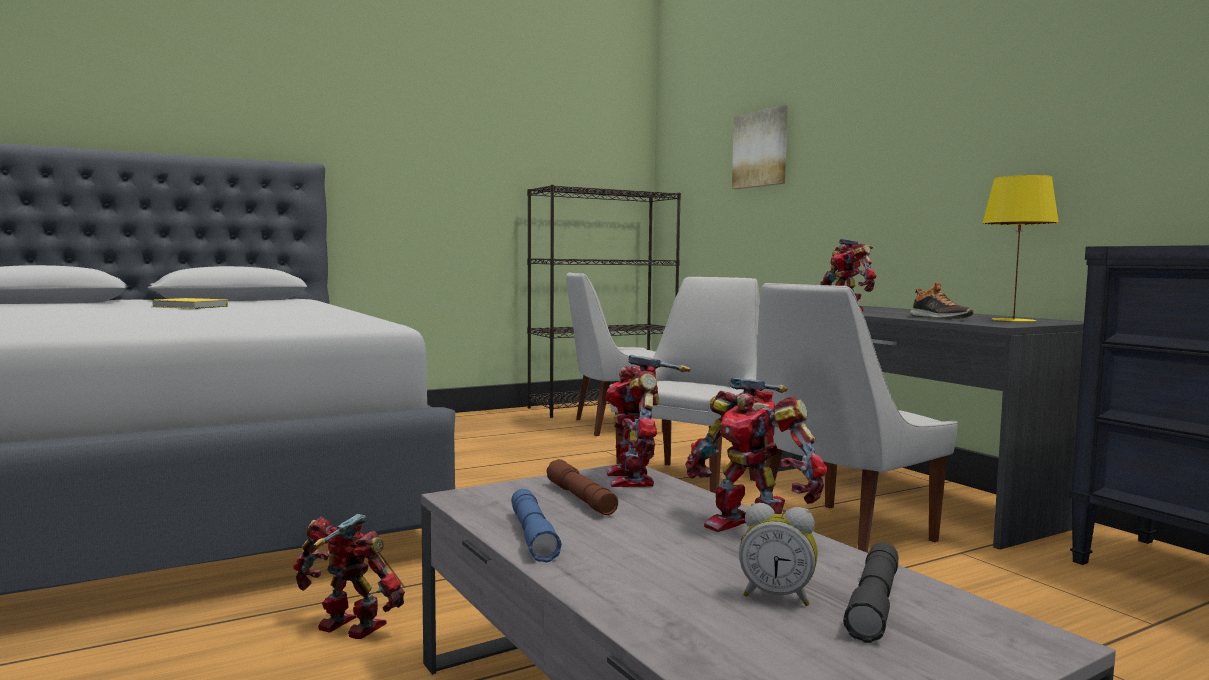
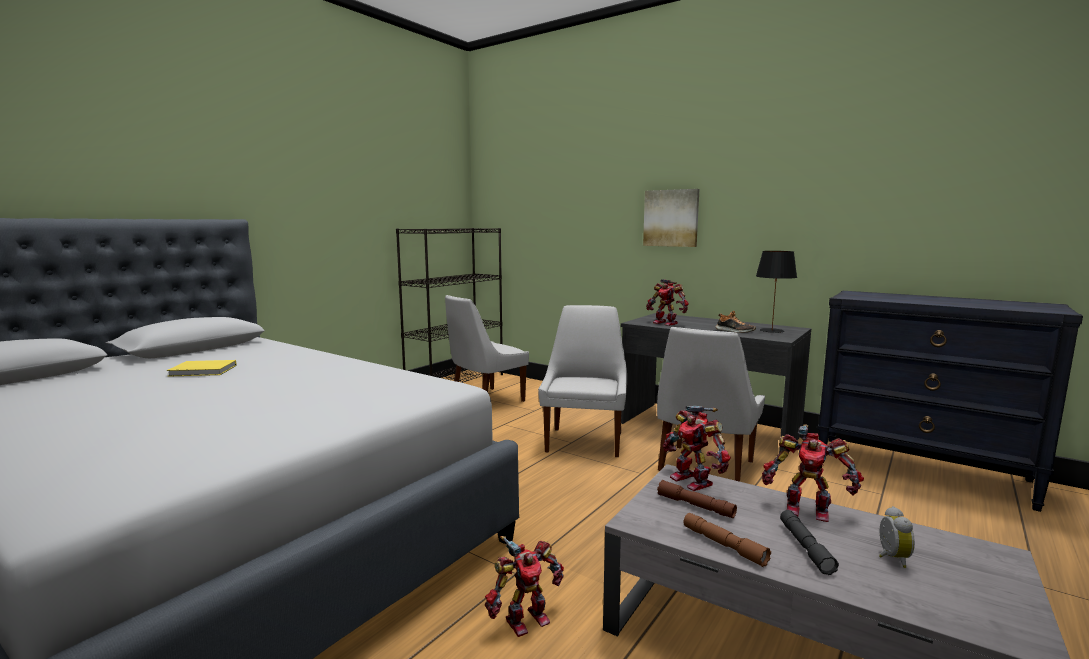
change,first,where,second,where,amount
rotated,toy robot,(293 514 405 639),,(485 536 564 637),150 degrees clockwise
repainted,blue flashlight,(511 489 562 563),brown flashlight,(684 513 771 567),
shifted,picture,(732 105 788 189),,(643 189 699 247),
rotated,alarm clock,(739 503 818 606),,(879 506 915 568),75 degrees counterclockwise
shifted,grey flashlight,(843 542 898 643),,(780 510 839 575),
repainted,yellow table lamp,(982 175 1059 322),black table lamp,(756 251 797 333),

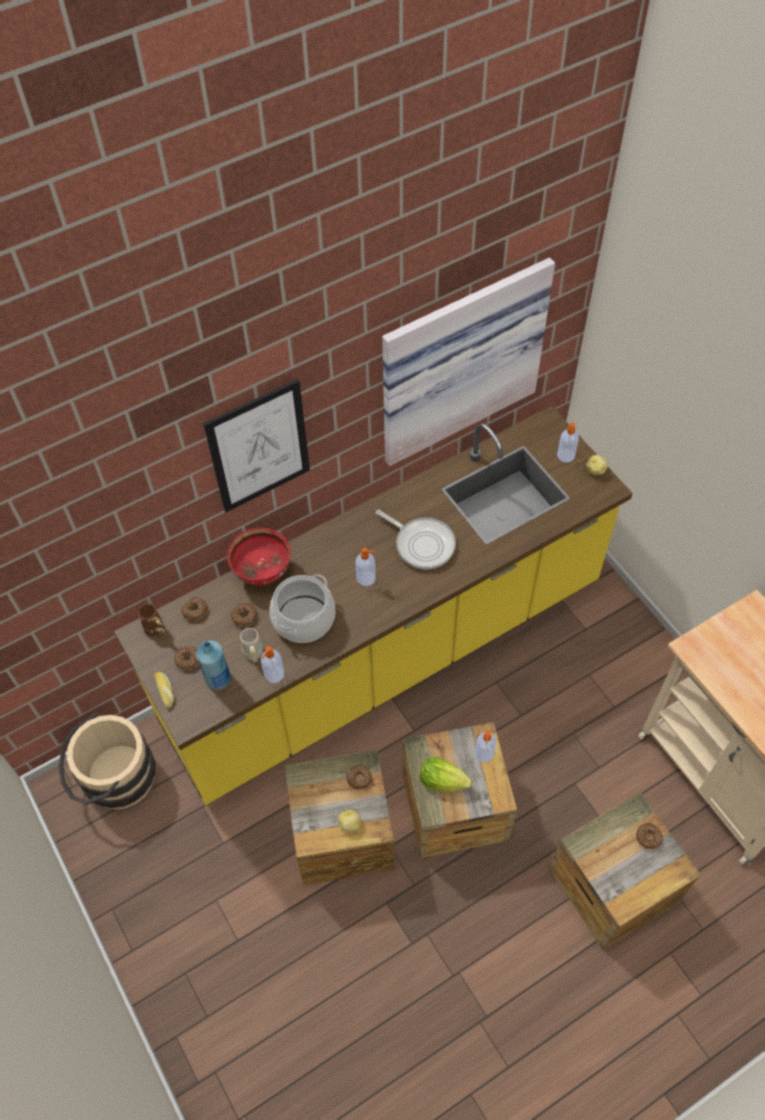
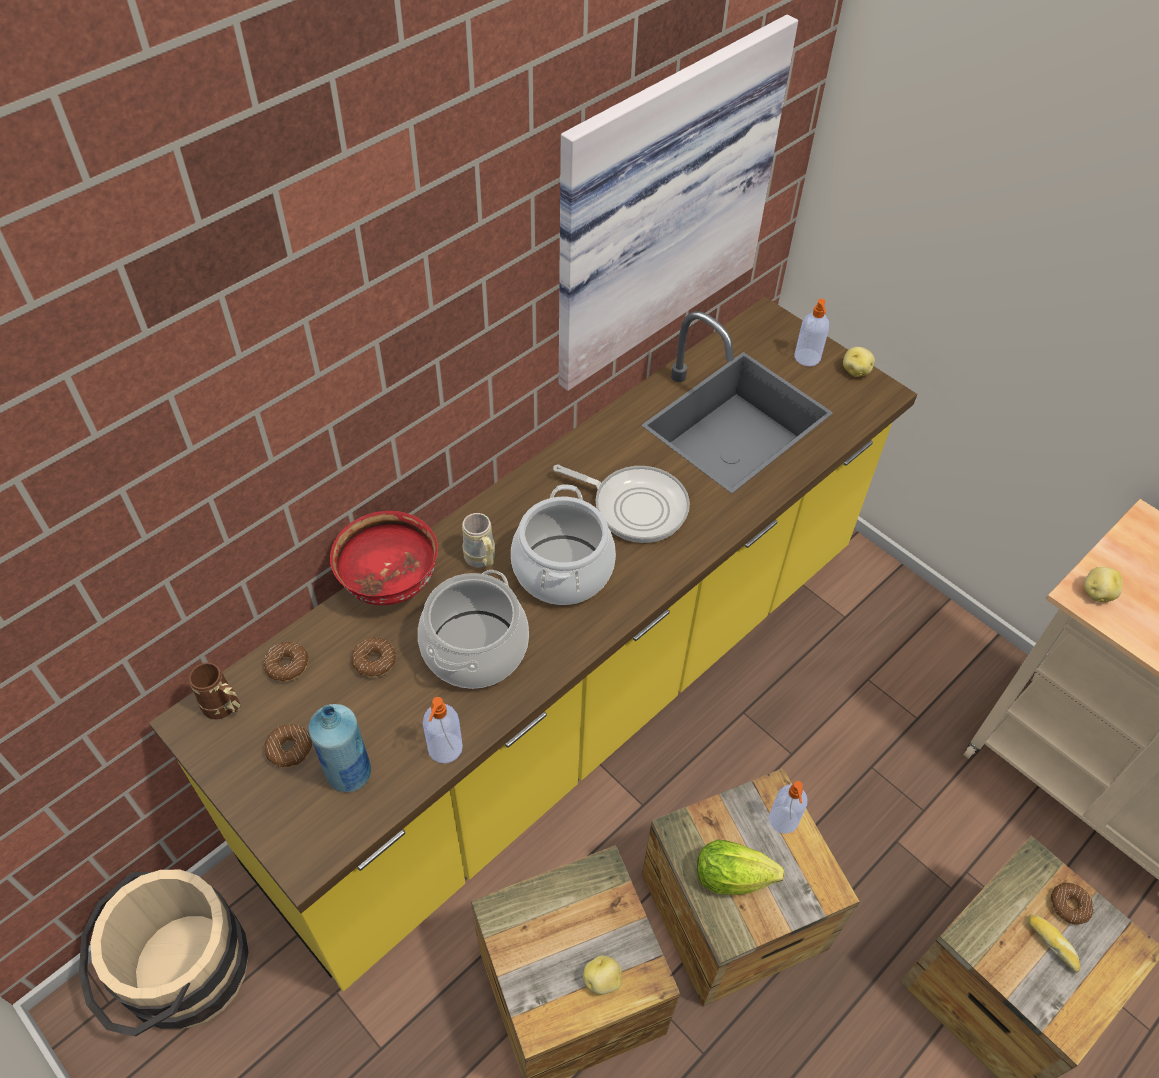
change,first,where,second,where,amount
shifted,bread,(155 672 174 708),,(1028 914 1081 973),
gone,picture,(203 379 310 512),,,
shifted,beige mug,(240 628 263 662),,(462 513 495 567),
gone,donut,(346 765 372 790),,,
swapped,soap dispenser,(356 548 376 586),cooking pot,(511 485 616 605),
new,,,potato,(1084 567 1123 602),

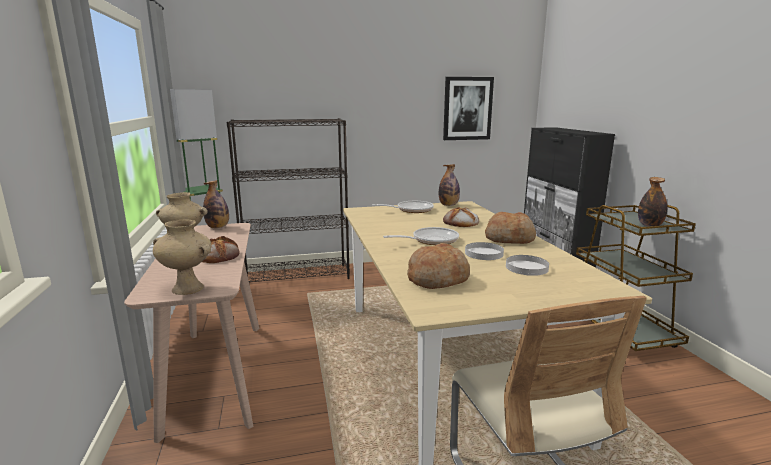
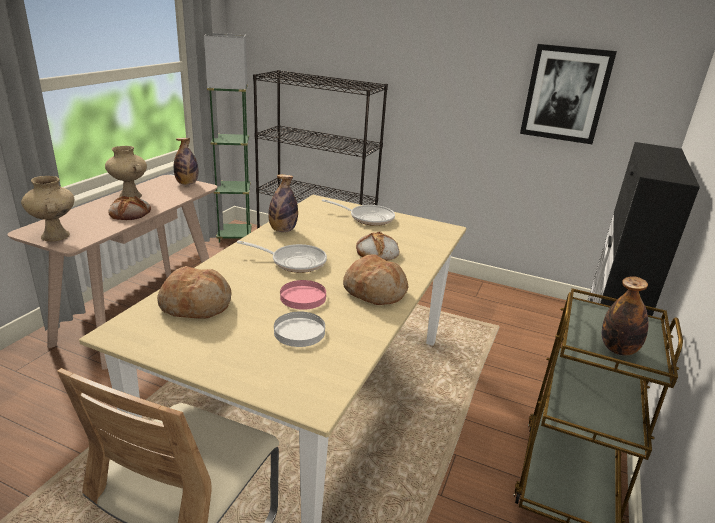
change,first,where,second,where,amount
shifted,bottle,(439 164 460 206),,(268 174 298 232),
repainted,white plate,(465 242 504 260),pink plate,(280 280 326 310),

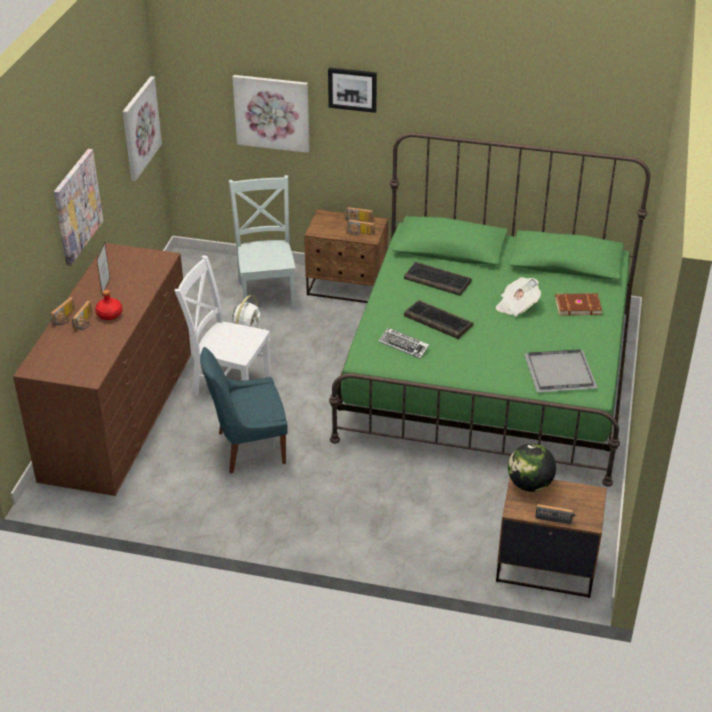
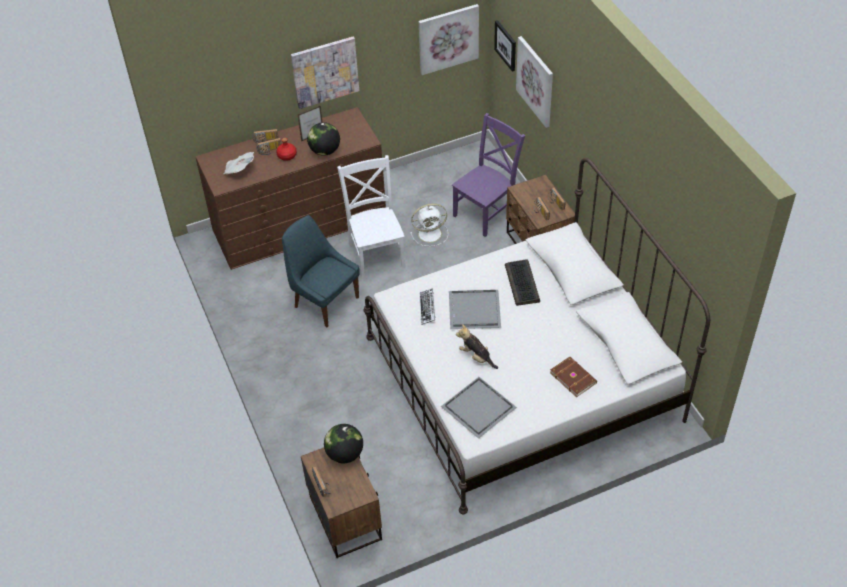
change,first,where,second,where,amount
repainted,grey chair,(228 175 296 310),purple chair,(452 113 525 237),
shifted,picture,(328 68 377 113),,(494 20 516 72),
repainted,green bed,(329 133 650 487),white bed,(363 158 710 514),
swapped,keyboard,(404 300 473 339),grey tray,(449 290 501 329),
shifted,newspaper,(496 277 541 317),,(224 152 254 174),
new,,,globe,(307 122 340 156),
new,,,plush toy,(456 324 498 369),

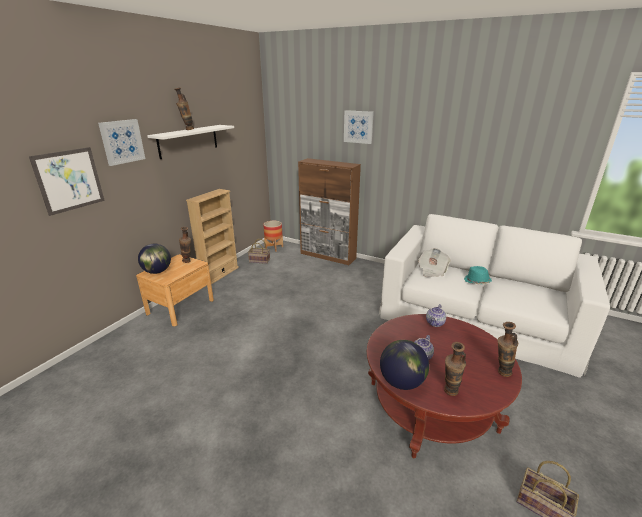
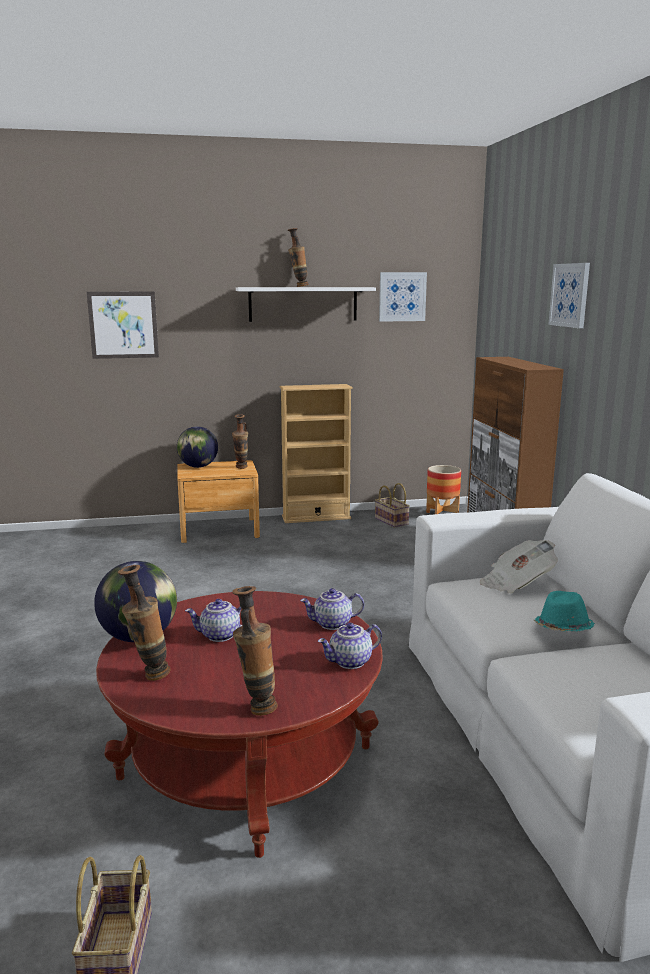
change,first,where,second,where,amount
shifted,picture,(98 119 145 166),,(379 272 427 322),
new,,,teapot,(318 623 382 669),

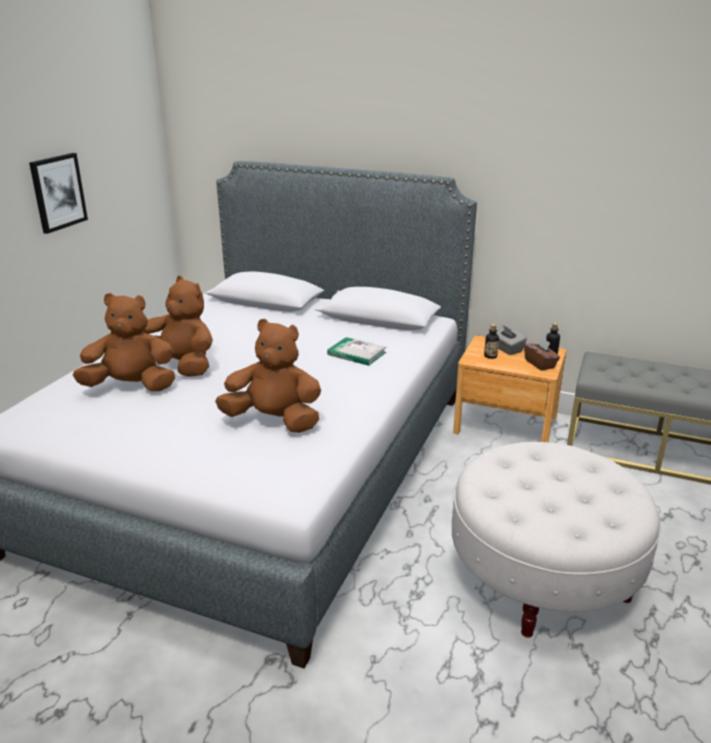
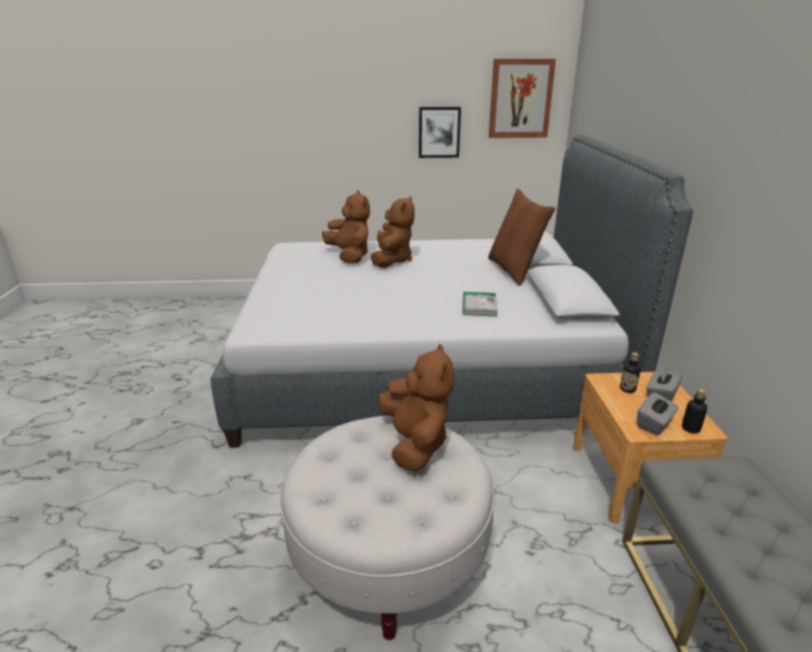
change,first,where,second,where,amount
shifted,brown plush toy,(215 319 321 433),,(378 344 454 472),
repainted,brown tissue box,(524 337 560 370),grey tissue box,(637 392 679 435),
new,,,brown pillow,(488 189 555 286),
new,,,picture,(489 59 556 138),

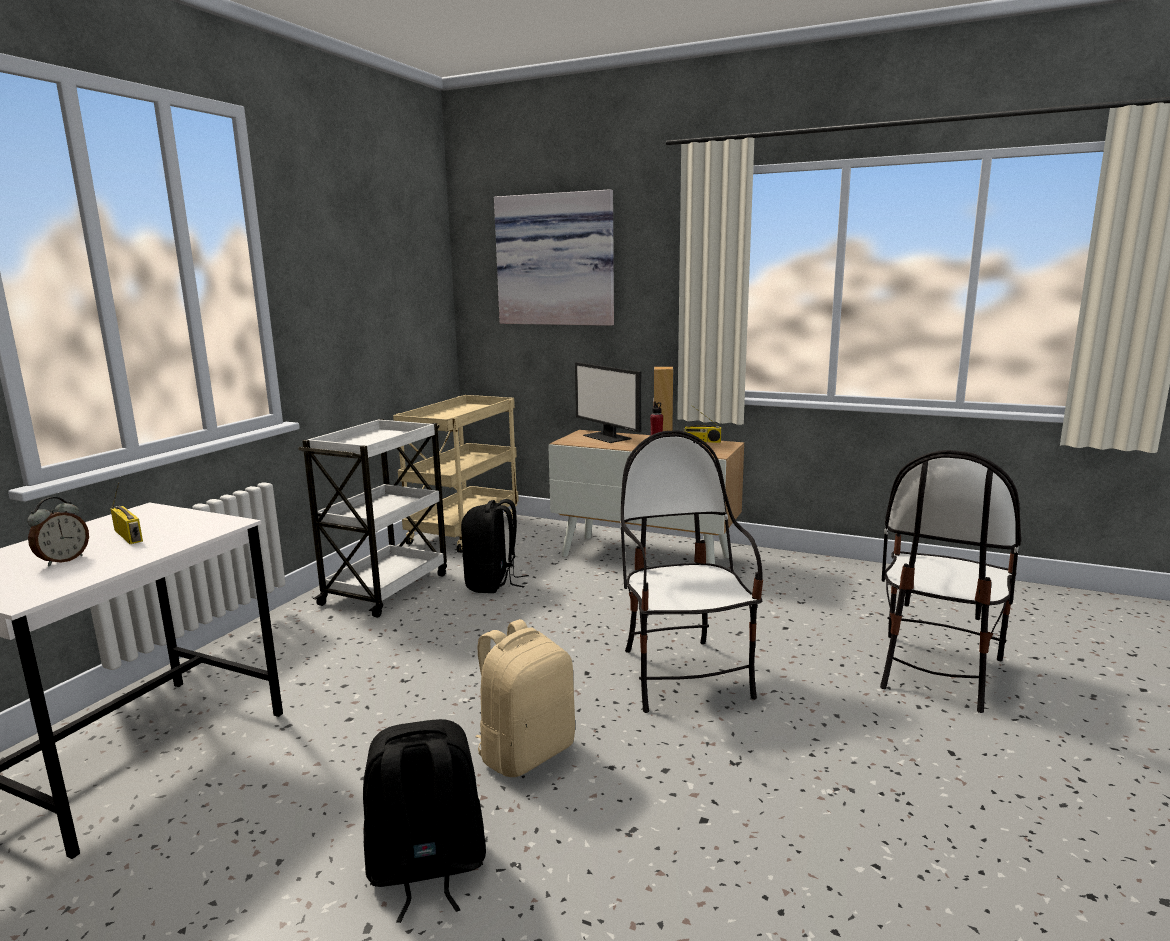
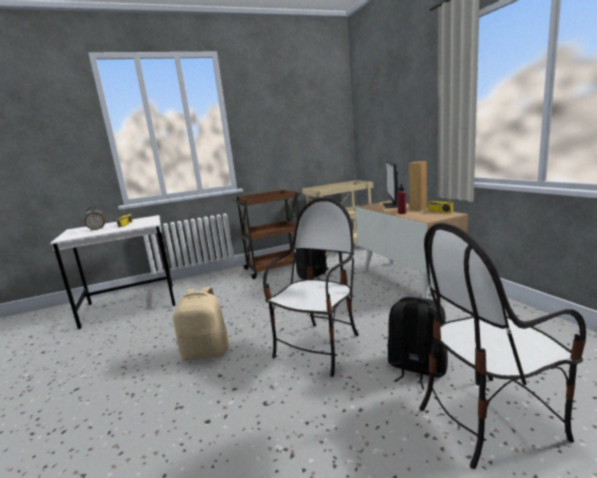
change,first,where,second,where,amount
repainted,white cart,(298 419 447 618),brown cart,(232 189 301 279),
shifted,black backpack,(363 719 486 923),,(388 297 448 390),
gone,picture,(494 189 614 326),,,

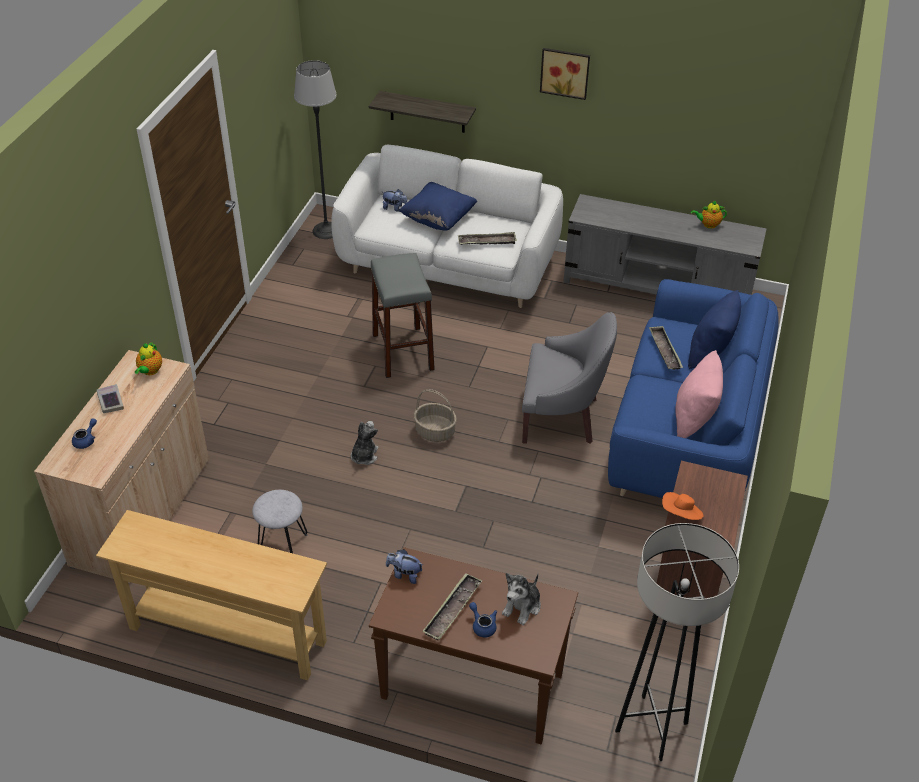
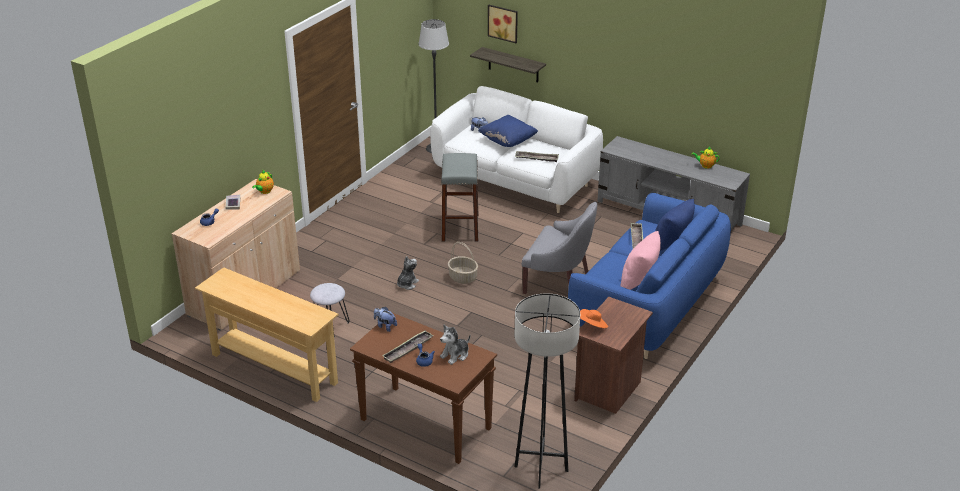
change,first,where,second,where,amount
shifted,picture,(540 48 590 100),,(488 5 518 43),

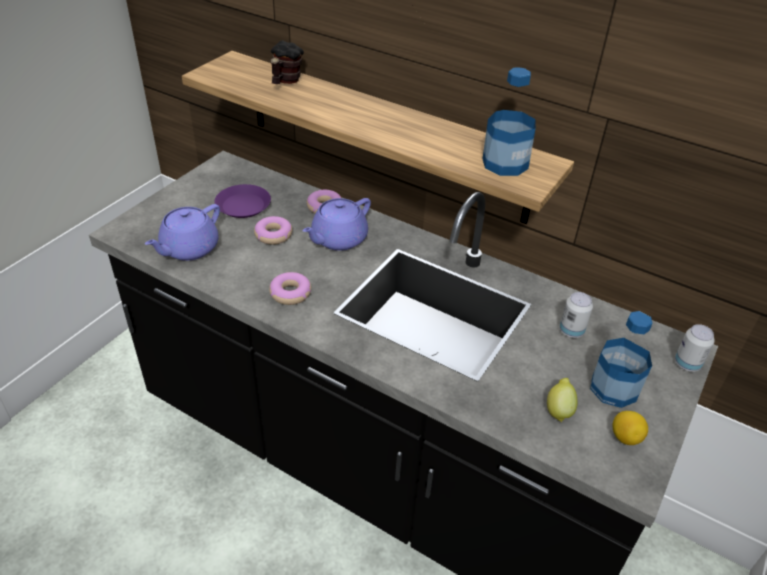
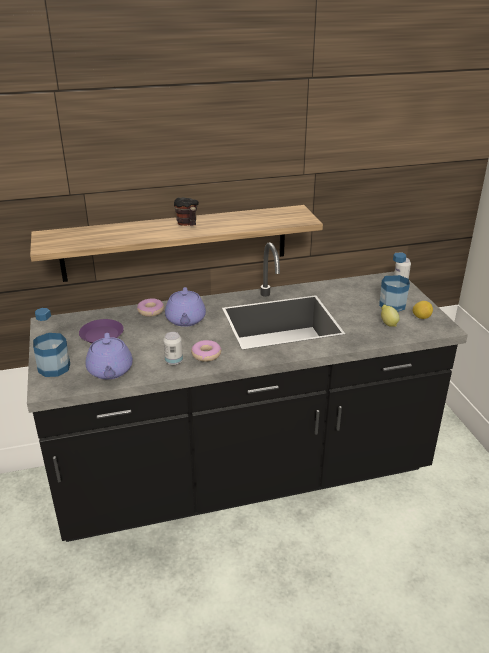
change,first,where,second,where,amount
gone,donut,(254 216 293 245),,,
shifted,mug,(271 40 304 84),,(174 197 199 226),
shifted,bottle,(482 67 536 176),,(33 308 70 377),
shifted,can,(559 292 593 338),,(163 332 183 365),

